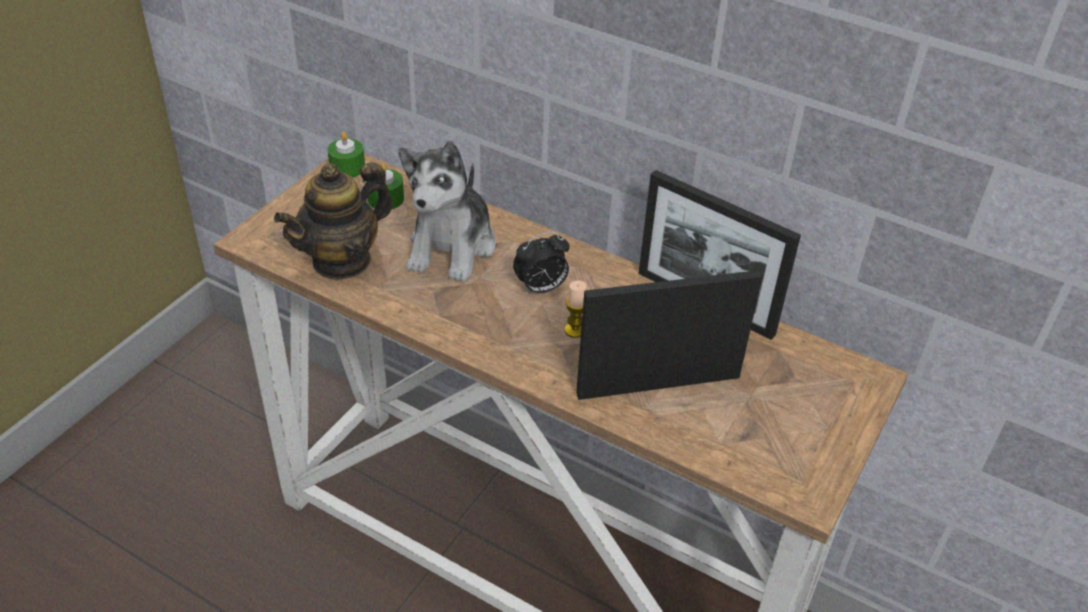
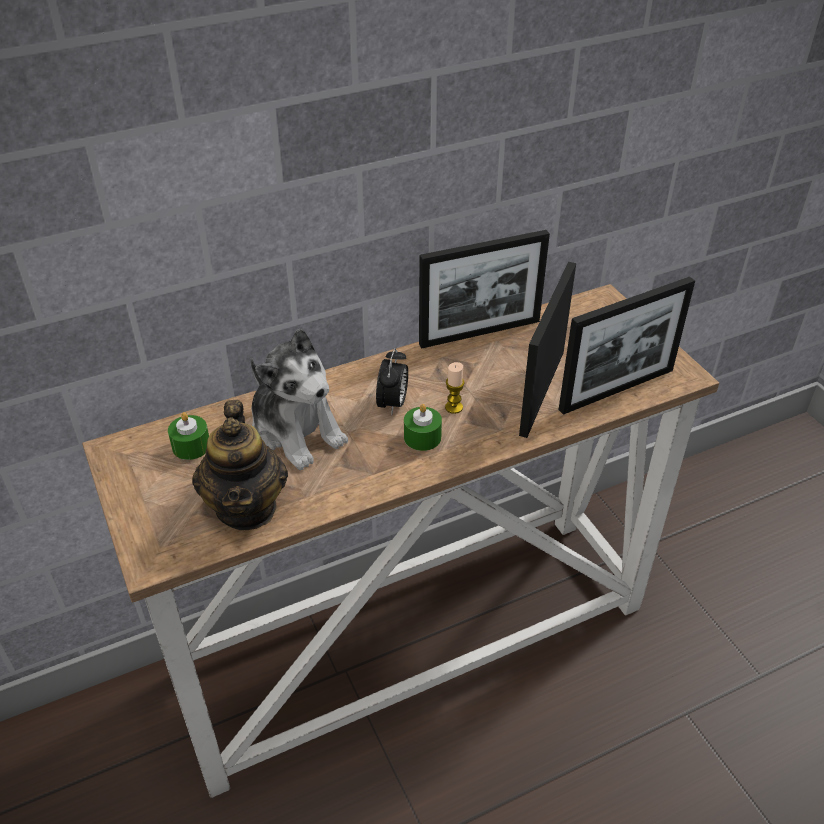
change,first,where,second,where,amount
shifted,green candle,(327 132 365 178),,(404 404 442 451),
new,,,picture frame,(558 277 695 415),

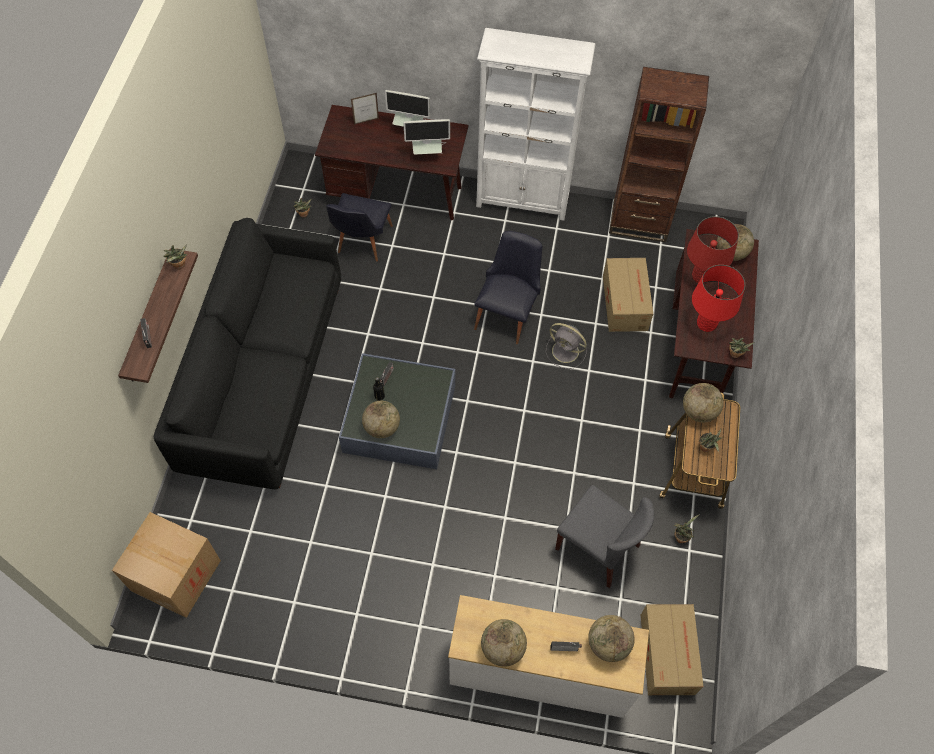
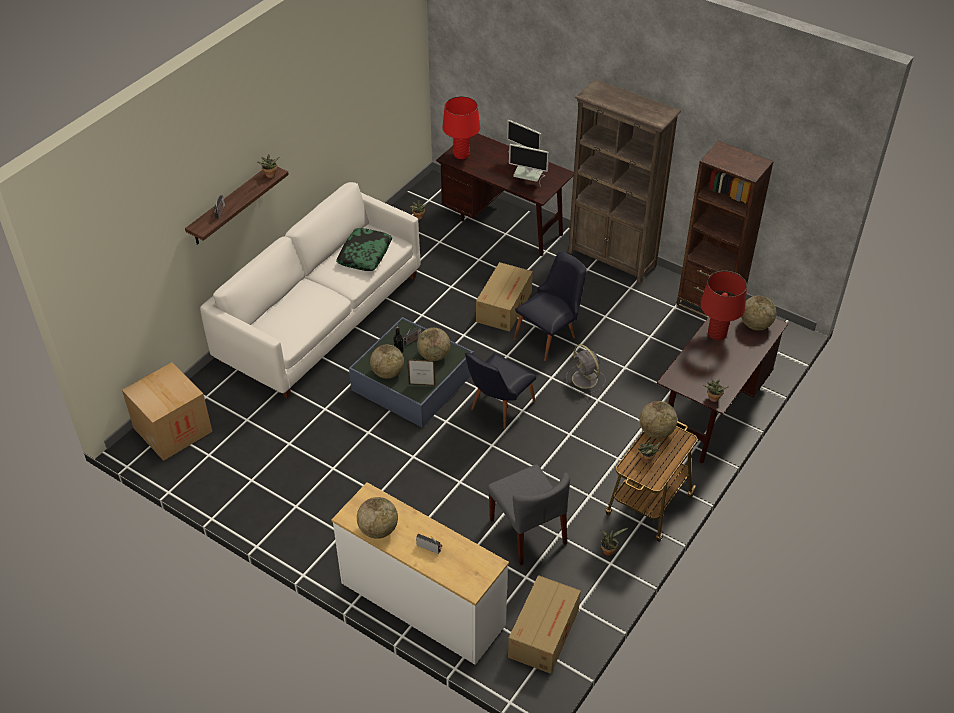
change,first,where,second,where,amount
repainted,black sofa,(154 218 341 489),white sofa,(200 182 420 398),
shifted,black chair,(326 193 393 261),,(465 353 536 429),
shifted,picture frame,(351 93 379 125),,(407 359 435 386),
repainted,white bookcase,(476 28 595 221),brown bookcase,(568 79 681 284),
shifted,globe,(588 615 635 662),,(417 328 450 361),
shifted,cardboard box,(603 258 653 332),,(476 262 533 332),
shifted,red table lamp,(692 265 745 332),,(443 96 480 159),
new,,,pillow,(336 228 393 271),

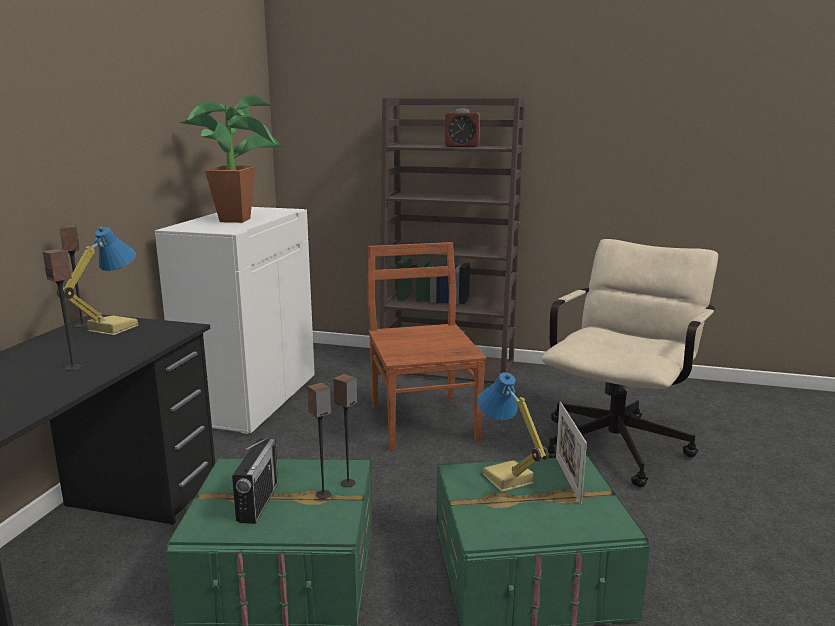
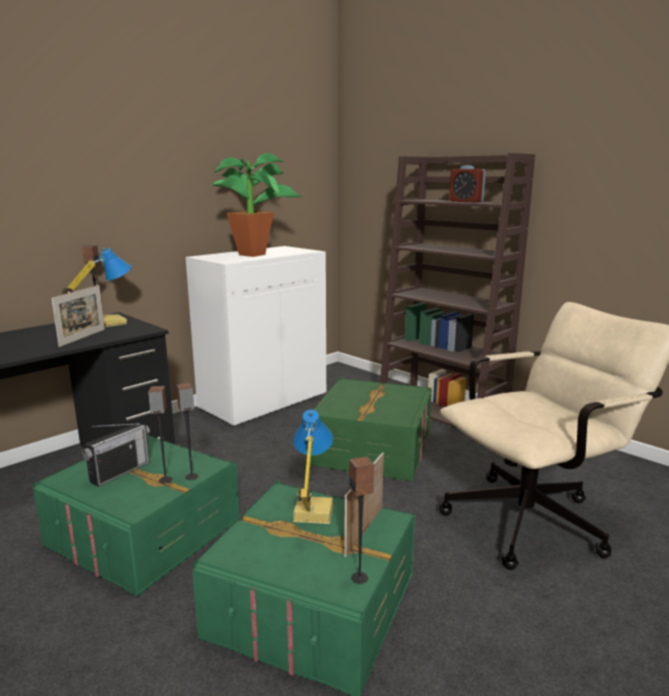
change,first,where,second,where,amount
shifted,speaker,(43 249 81 371),,(349 457 375 584),
swapped,brown chair,(367 242 487 451),green storage box,(306 378 432 481),
new,,,picture frame,(51 285 105 347),

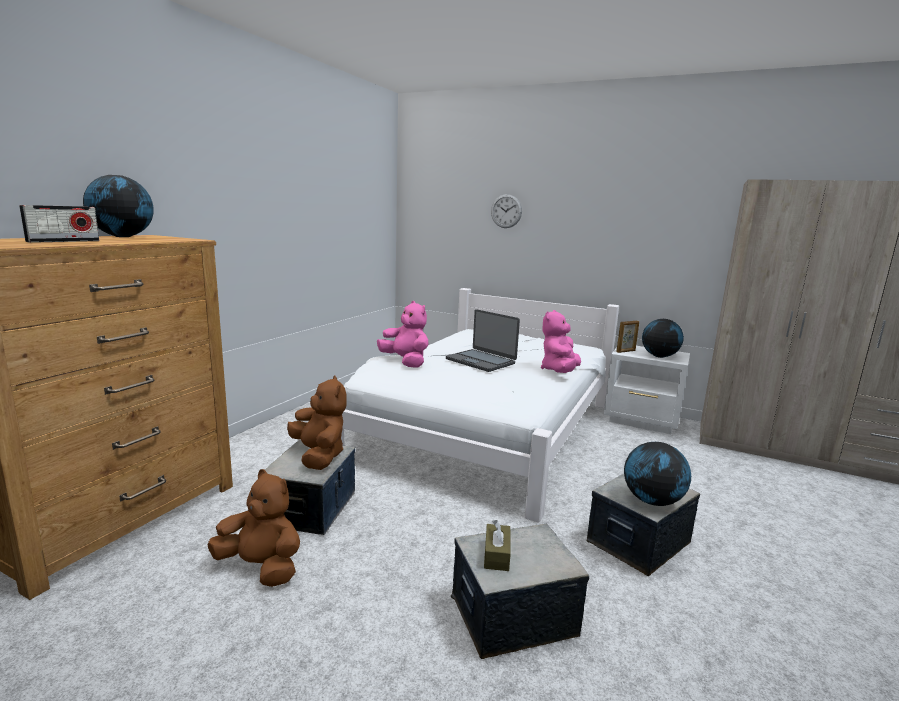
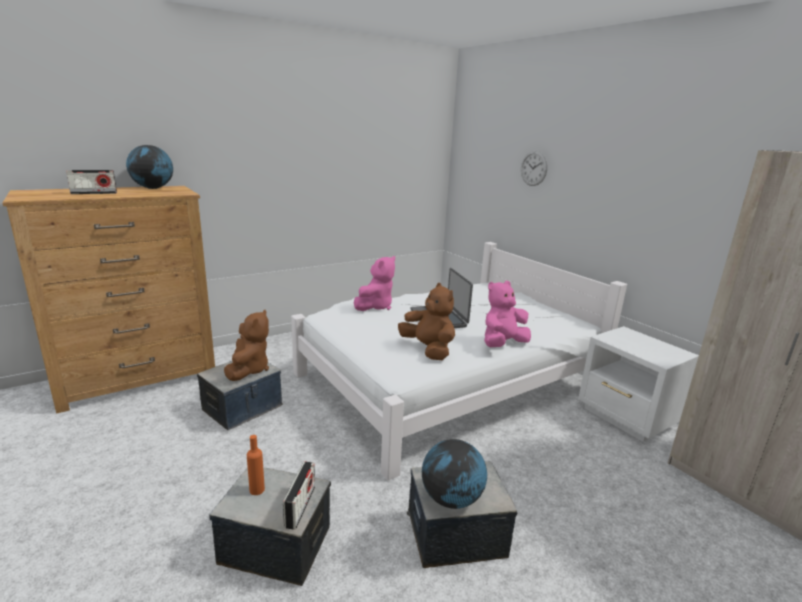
change,first,where,second,where,amount
shifted,brown plush toy,(208 469 300 587),,(398 283 455 360),
rotated,pink plush toy,(377 301 429 368),,(354 256 395 311),45 degrees clockwise
swapped,brown tissue box,(484 520 511 571),orange bottle,(247 435 265 495),
gone,picture frame,(616 321 639 353),,,
gone,globe,(642 319 684 358),,,
new,,,radio,(283 461 315 530),

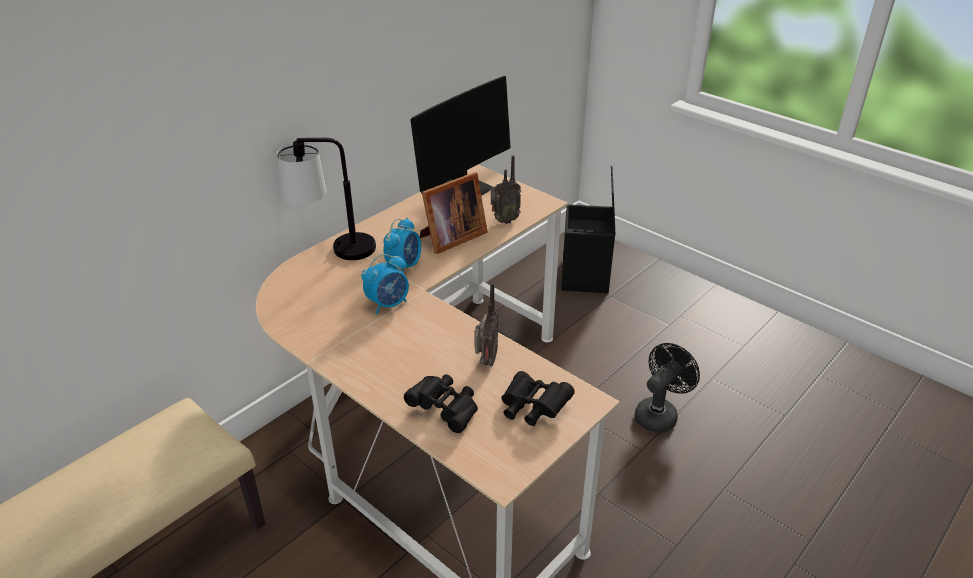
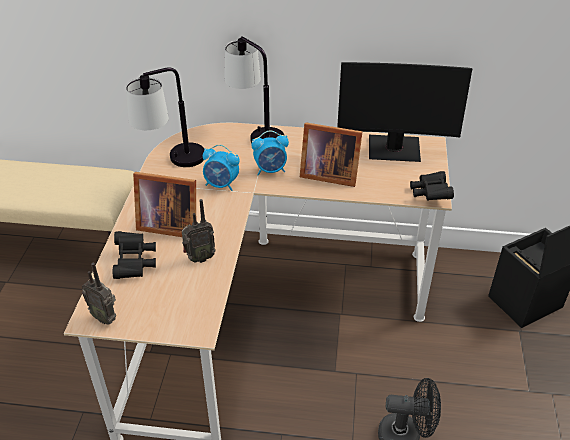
change,first,where,second,where,amount
shifted,radio,(491 155 521 224),,(82 263 116 325),
shifted,black binoculars,(501 371 575 426),,(410 171 454 201),
new,,,table lamp,(126 67 204 167),
new,,,picture frame,(133 172 196 237),

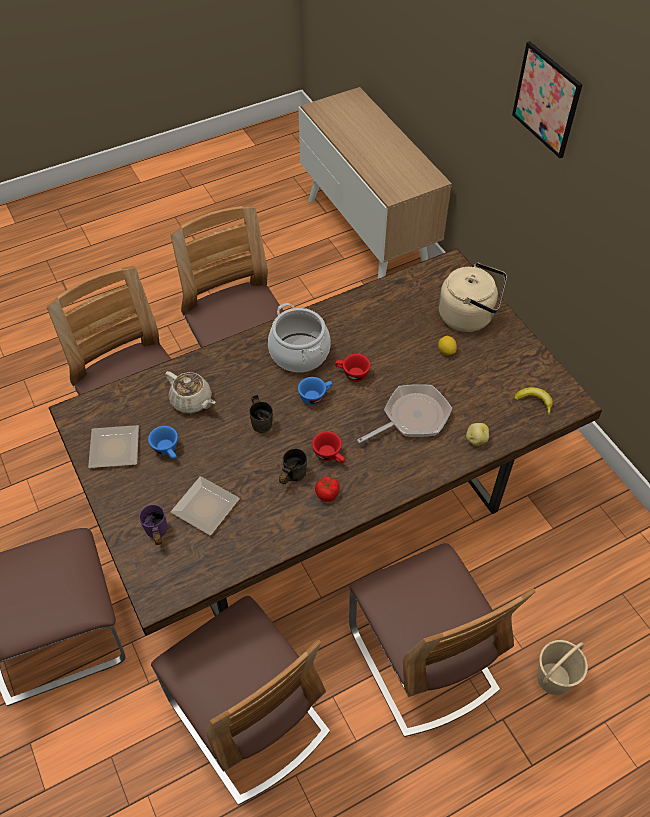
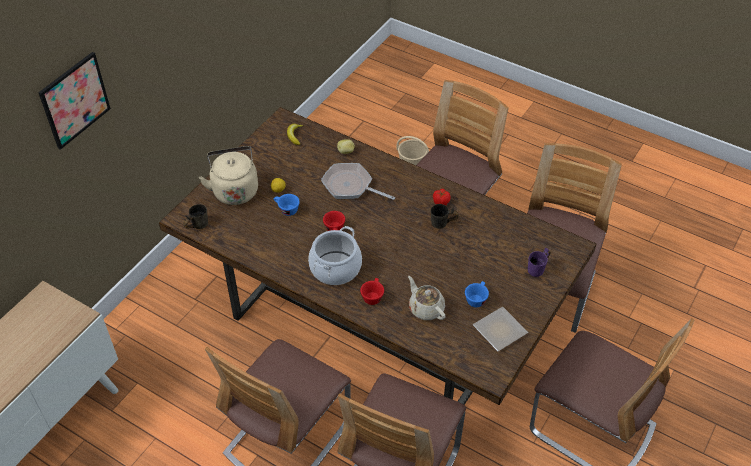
change,first,where,second,where,amount
rotated,beige teapot,(165 371 215 413),,(408 276 446 320),45 degrees counterclockwise
gone,plate,(170 476 240 535),,,
shifted,grey mug,(249 395 273 433),,(183 204 208 229),
shifted,blue cup,(298 377 332 405),,(274 194 300 216),
shifted,red cup,(312 431 345 463),,(360 278 384 305),

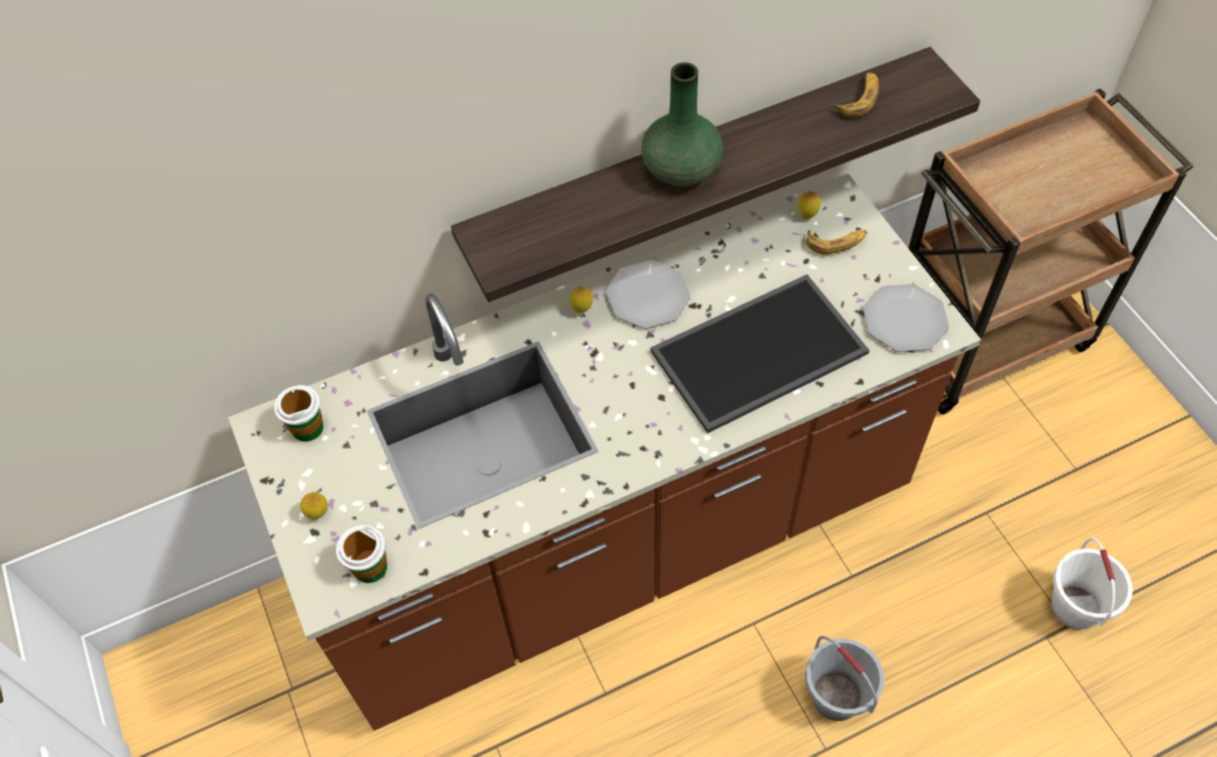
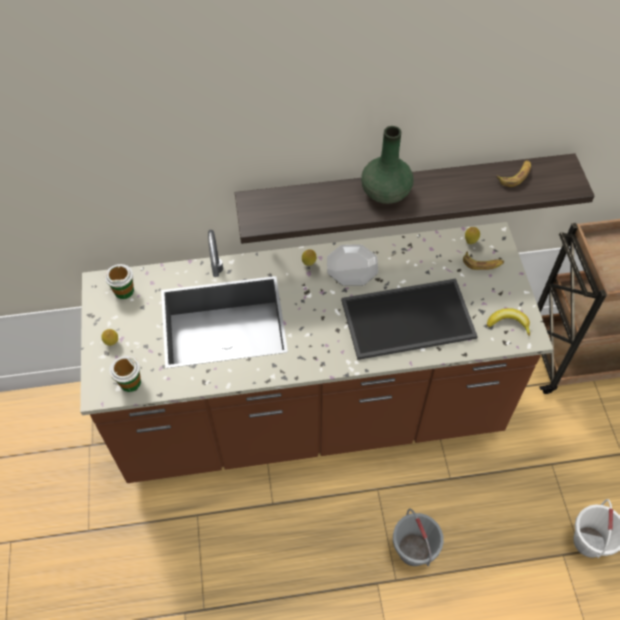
change,first,where,second,where,amount
swapped,plate,(863 284 949 352),banana,(487 308 530 336),

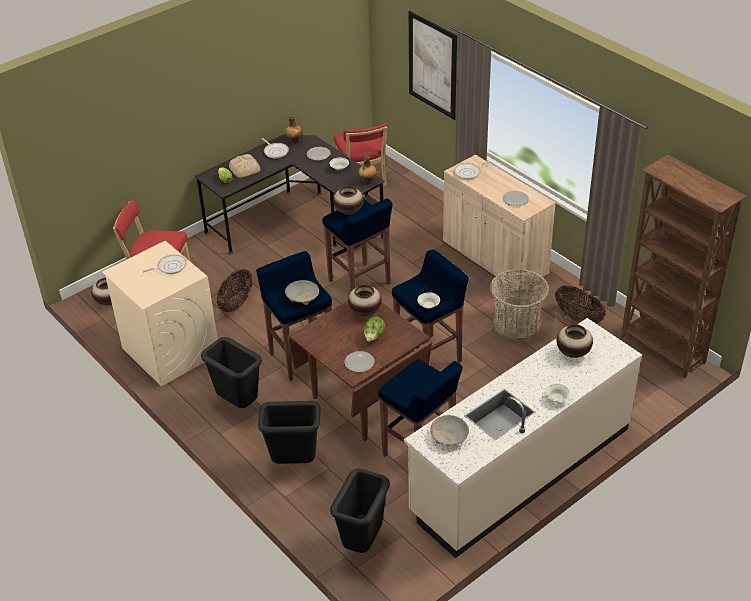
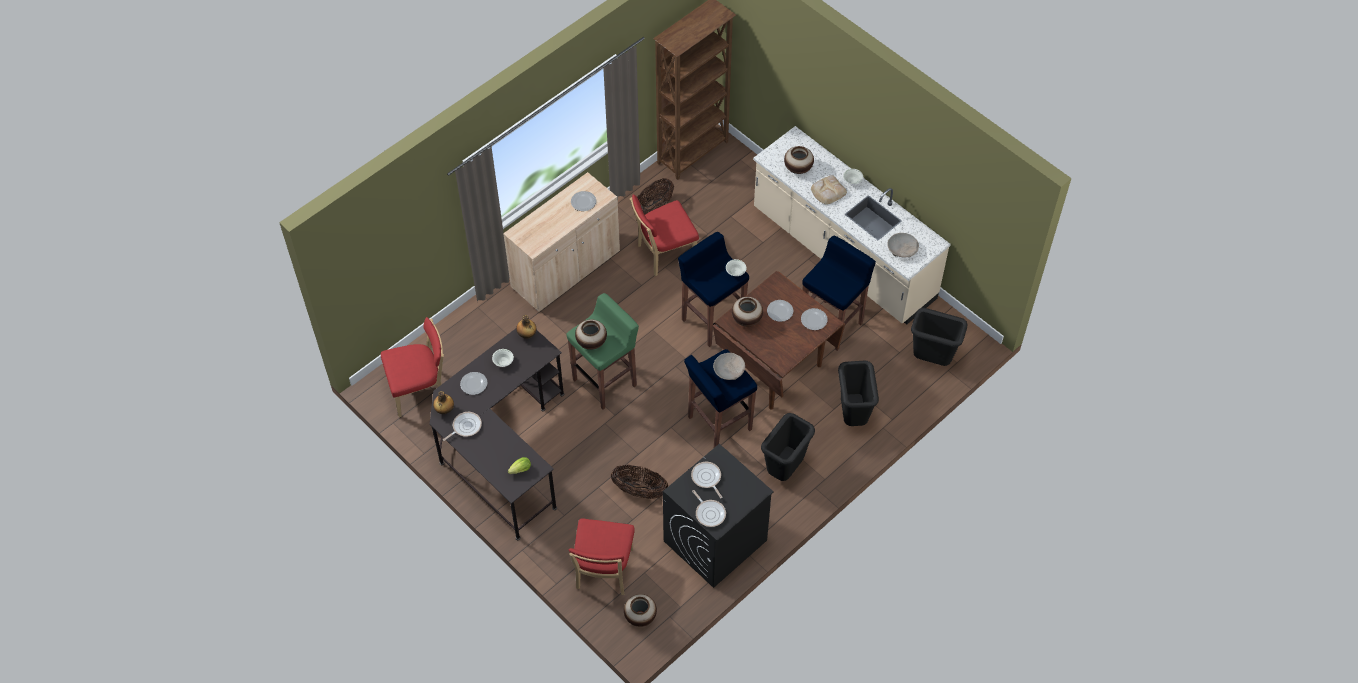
change,first,where,second,where,amount
repainted,beige washing machine,(102 241 218 386),black washing machine,(663 444 774 588),
shifted,bread,(229 154 260 178),,(811 175 847 205),
repainted,blue stool,(322 198 393 291),green stool,(566 293 639 410),
swapped,lettuce,(364 317 385 342),plate,(767 300 793 322),
gone,picture,(408 11 457 120),,,
shifted,frying pan,(454 161 490 180),,(692 490 726 527),
swapped,basket,(490 269 549 341),red chair,(630 194 699 276),

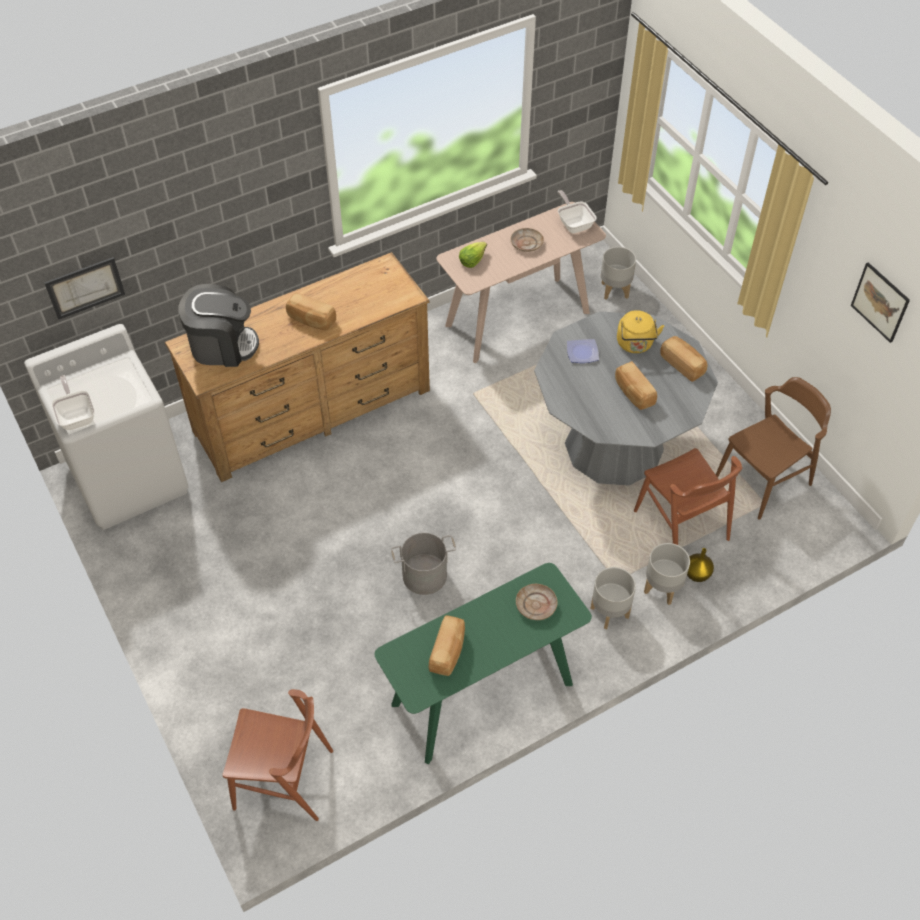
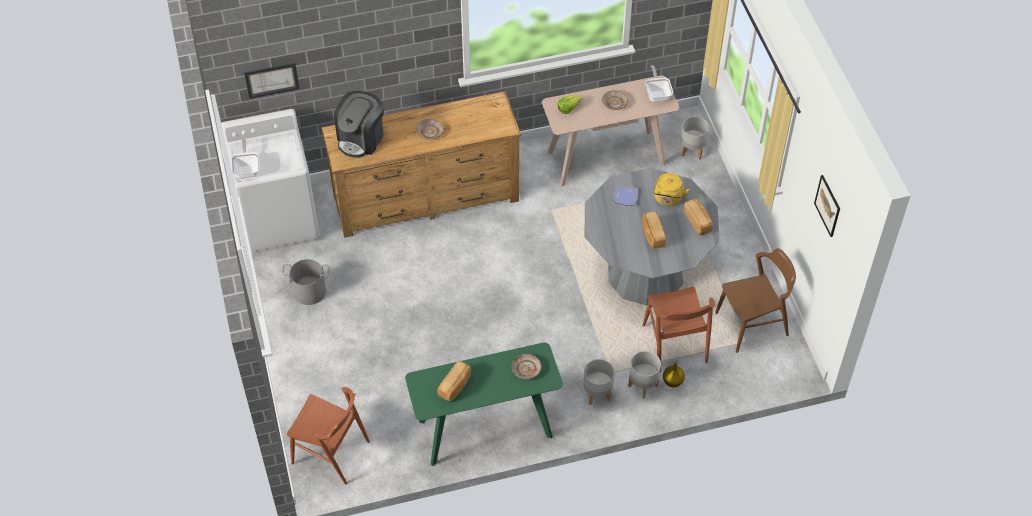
change,first,where,second,where,amount
rotated,coffee machine,(179 284 259 367),,(334 91 384 158),105 degrees clockwise
swapped,bread,(286 292 336 330),beige plate,(417 119 444 140),
shifted,grey bucket,(391 533 456 595),,(282 259 329 305),

